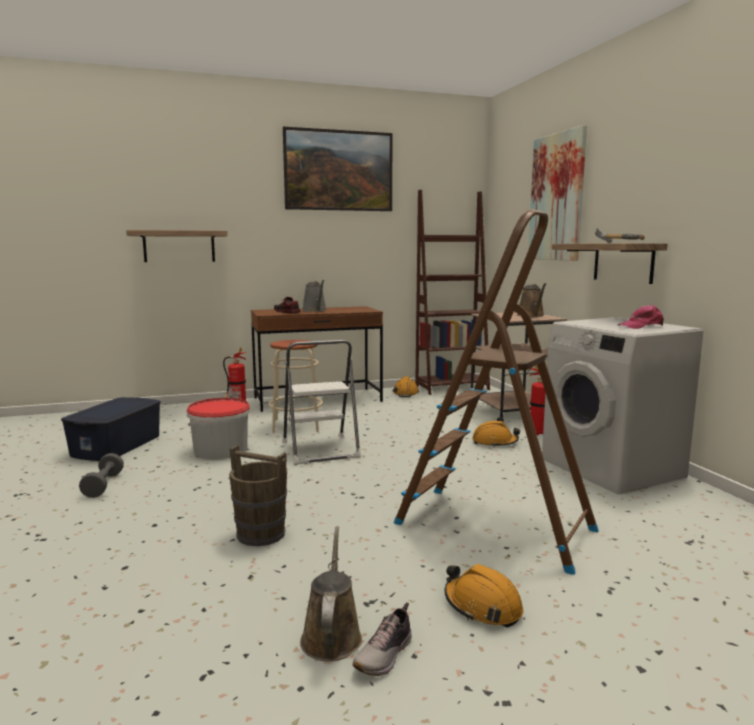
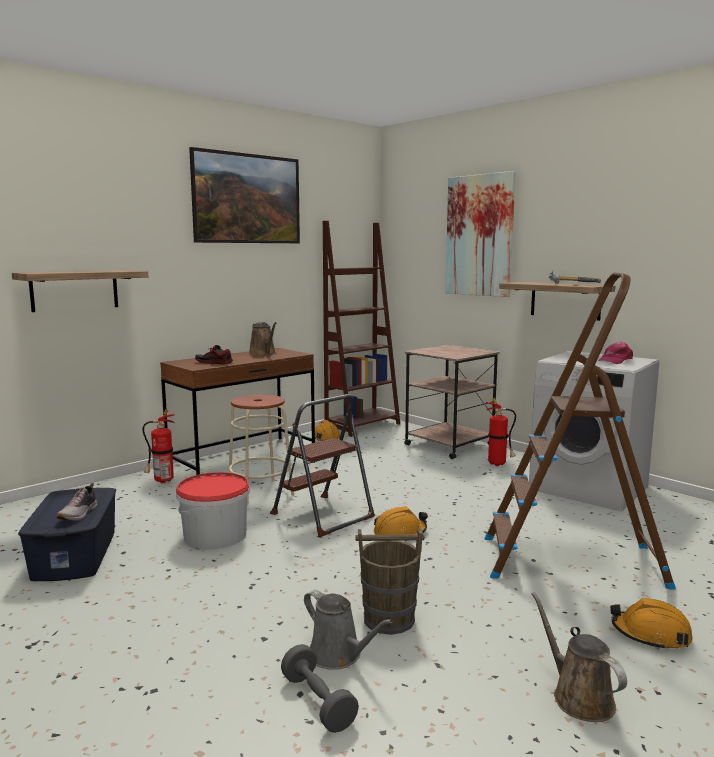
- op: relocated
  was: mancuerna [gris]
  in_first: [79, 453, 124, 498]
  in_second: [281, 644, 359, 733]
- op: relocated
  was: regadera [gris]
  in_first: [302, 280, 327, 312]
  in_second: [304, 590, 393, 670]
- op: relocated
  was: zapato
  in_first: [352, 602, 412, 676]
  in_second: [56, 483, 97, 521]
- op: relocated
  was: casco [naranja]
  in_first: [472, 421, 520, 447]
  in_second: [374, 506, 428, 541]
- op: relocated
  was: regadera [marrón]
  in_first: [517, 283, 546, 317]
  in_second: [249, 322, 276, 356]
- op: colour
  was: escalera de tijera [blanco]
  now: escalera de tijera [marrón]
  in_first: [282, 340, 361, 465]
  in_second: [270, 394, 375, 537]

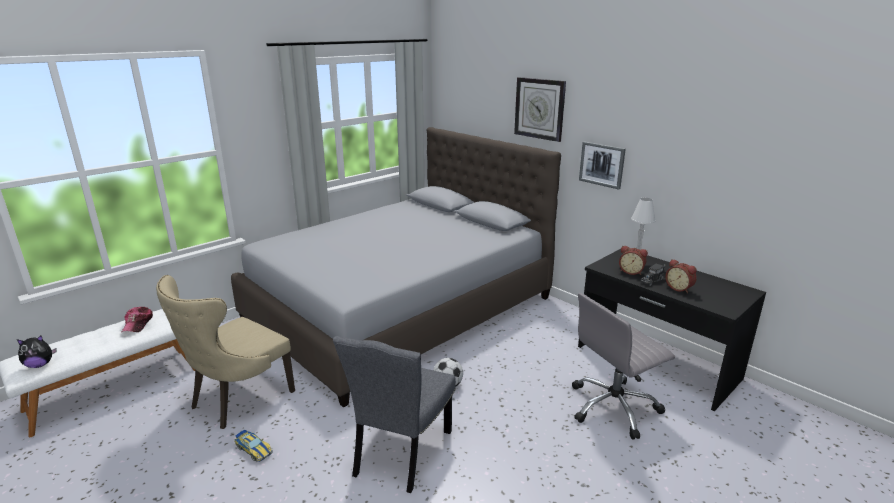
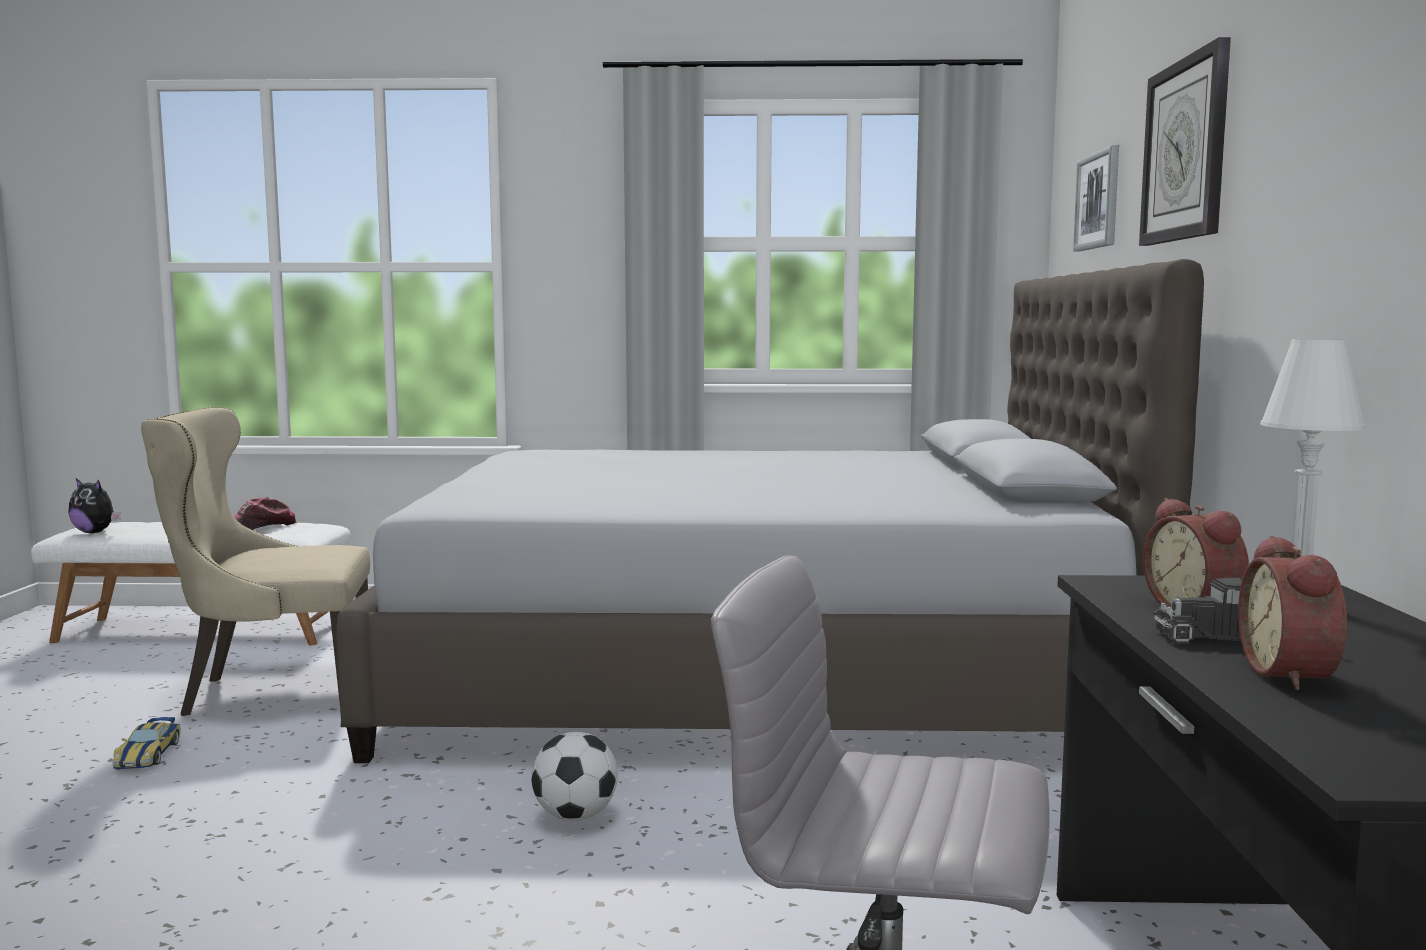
- op: missing
  was: silla [gris]
  in_first: [333, 336, 456, 493]
- op: relocated
  was: cuadro
  in_first: [579, 141, 626, 190]
  in_second: [1073, 145, 1119, 251]

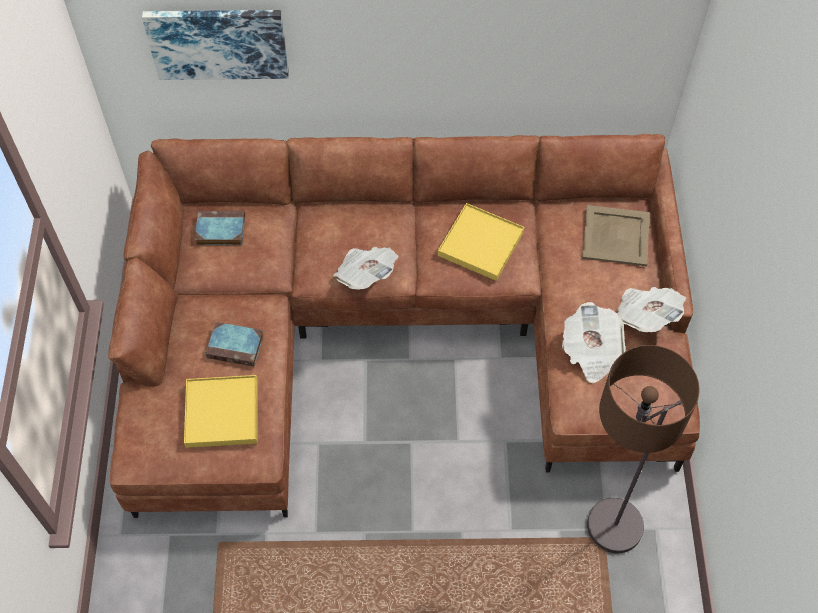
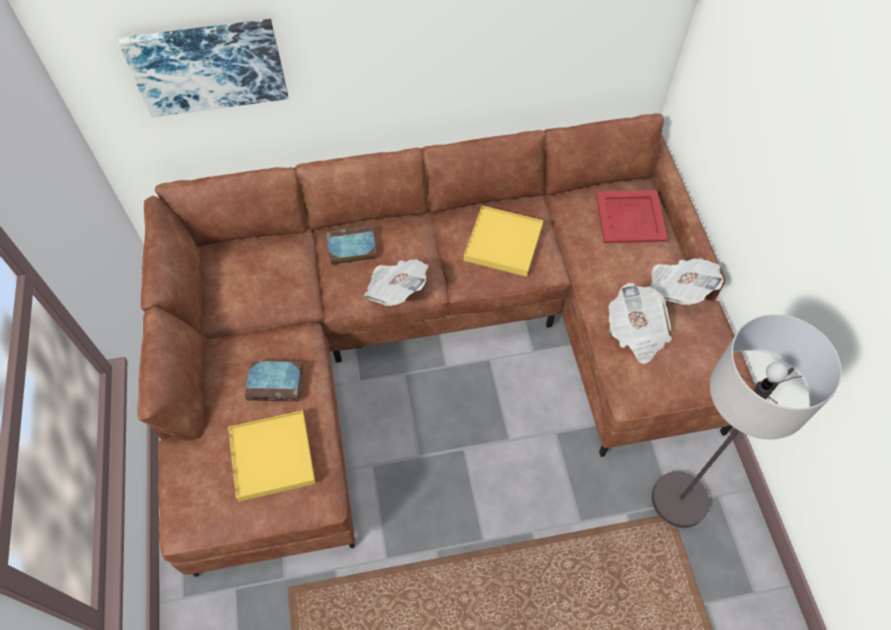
- op: relocated
  was: libro
  in_first: [195, 211, 245, 245]
  in_second: [326, 225, 377, 265]
- op: colour
  was: bandeja [beis]
  now: bandeja [rojo]
  in_first: [582, 205, 650, 266]
  in_second: [596, 190, 668, 243]
- op: colour
  was: lámpara de pie [marrón]
  now: lámpara de pie [gris]
  in_first: [587, 345, 699, 553]
  in_second: [652, 314, 841, 528]

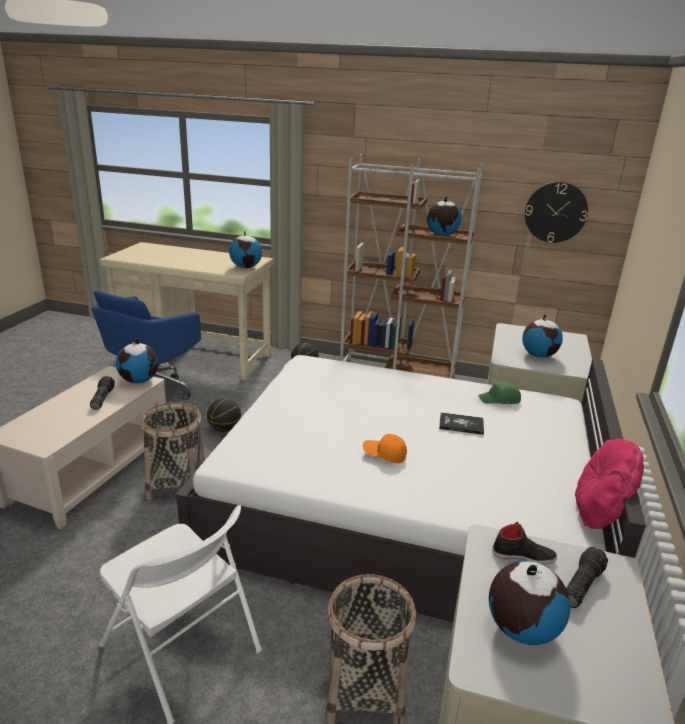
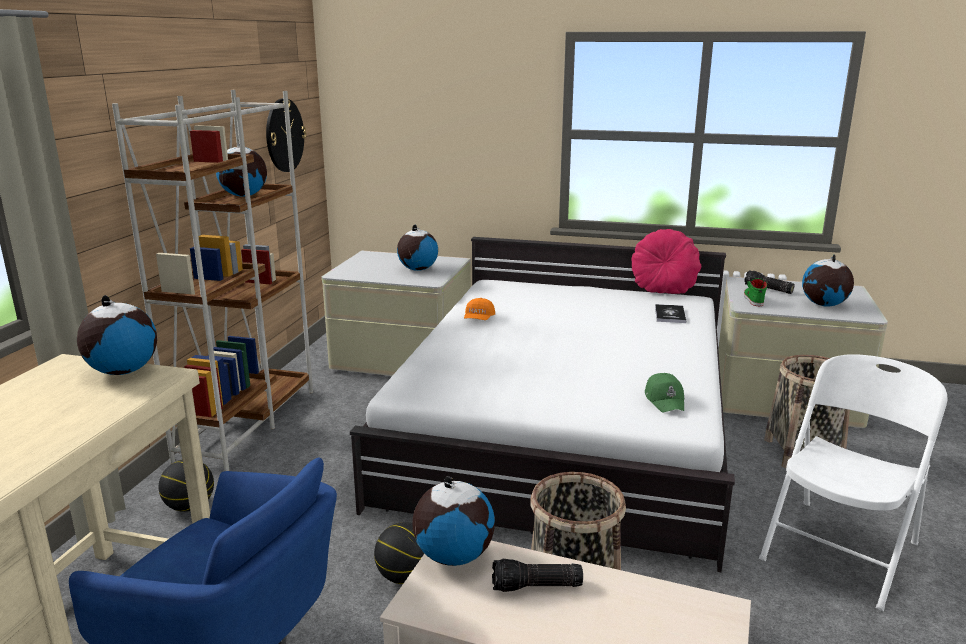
- op: relocated
  was: gorra [naranja]
  in_first: [363, 434, 407, 463]
  in_second: [464, 298, 495, 320]
- op: relocated
  was: libro
  in_first: [439, 412, 484, 435]
  in_second: [655, 304, 686, 323]
- op: relocated
  was: gorra [verde]
  in_first: [478, 382, 521, 404]
  in_second: [645, 373, 684, 413]
- op: colour
  was: zapato [negro]
  now: zapato [verde]
  in_first: [492, 522, 557, 564]
  in_second: [744, 278, 768, 306]

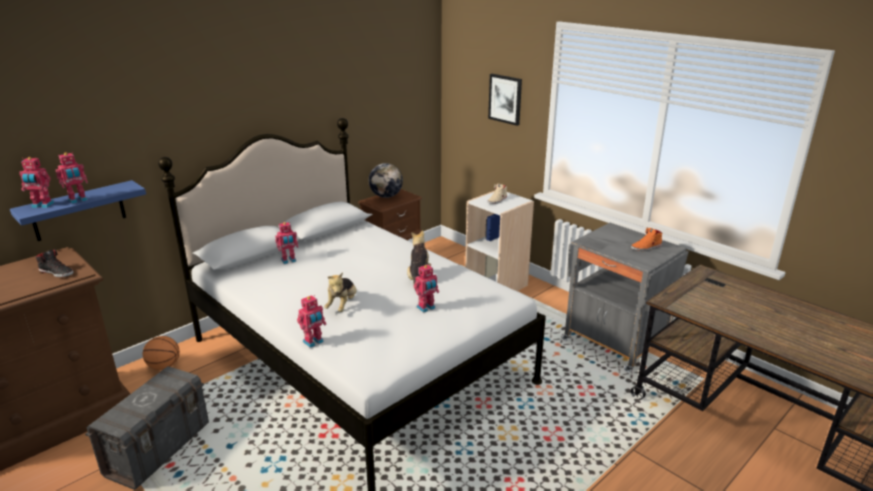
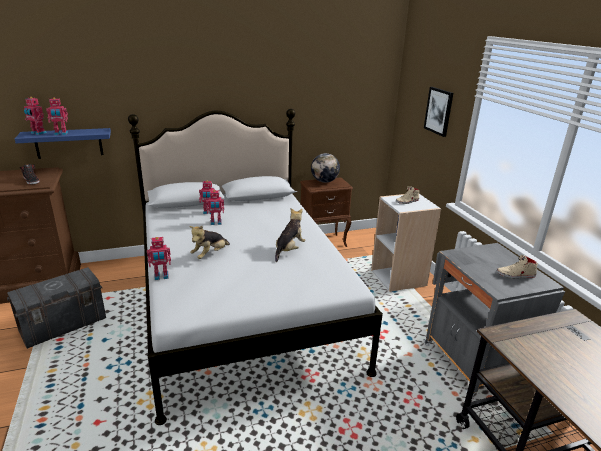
- op: missing
  was: balón de baloncesto
  in_first: [143, 336, 180, 370]
- op: relocated
  was: robot de juguete
  in_first: [414, 264, 439, 313]
  in_second: [206, 190, 224, 225]
- op: colour
  was: zapato [naranja]
  now: zapato [beis]
  in_first: [631, 228, 662, 251]
  in_second: [496, 255, 538, 279]

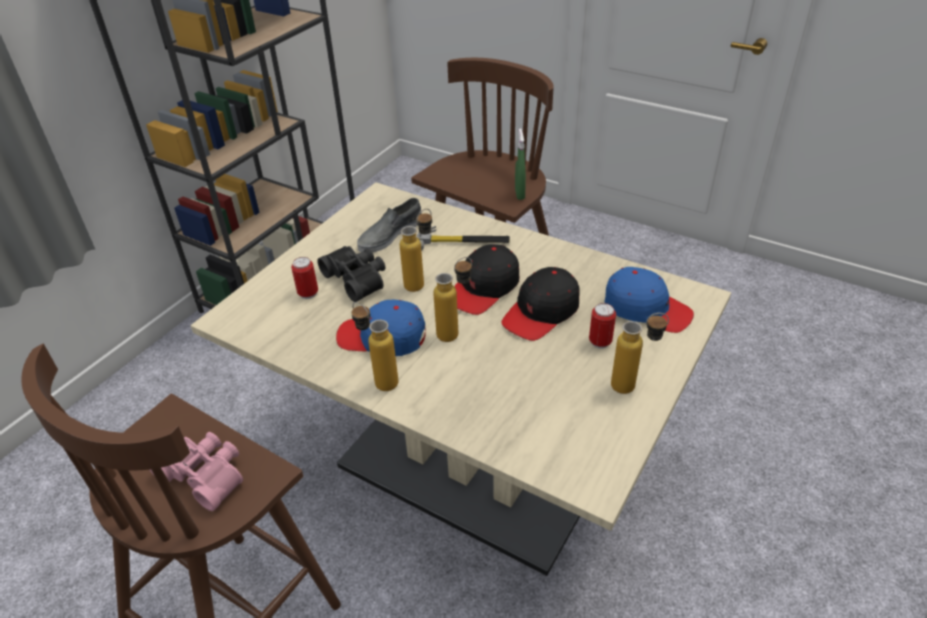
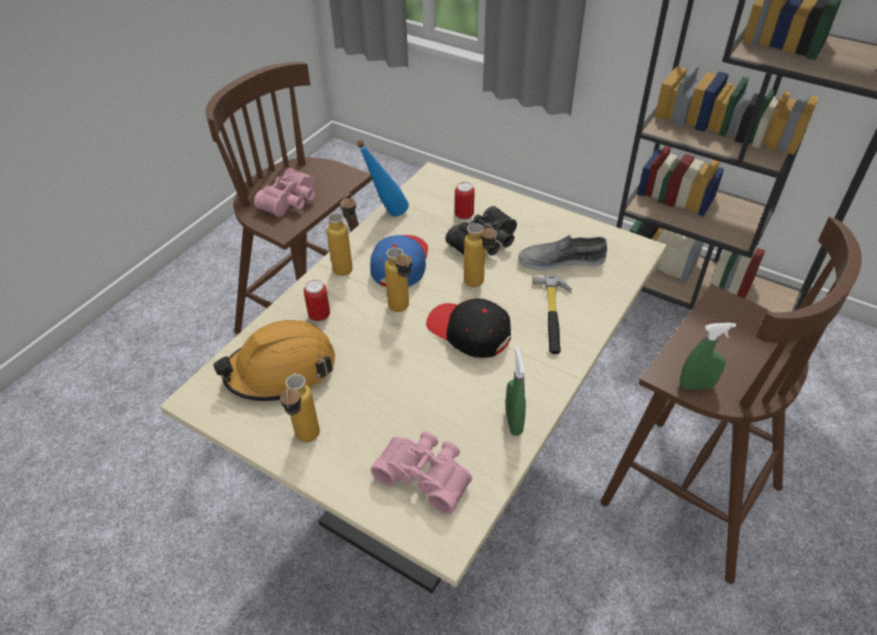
- op: missing
  was: gorra [negro]
  in_first: [501, 267, 580, 341]
- op: appeared
  now: casco [naranja]
  in_second: [213, 320, 335, 401]
- op: appeared
  now: botella [azul]
  in_second: [356, 140, 409, 216]
- op: appeared
  now: pulverizador [verde]
  in_second: [505, 346, 526, 436]
- op: relocated
  was: lata
  in_first: [589, 303, 616, 349]
  in_second: [304, 280, 330, 323]
- op: exchanged
  was: gorra [azul]
  now: prismáticos [rosa]
  in_first: [605, 267, 694, 333]
  in_second: [371, 431, 472, 514]
- op: spun
  was: zapato [gris]
  in_first: [357, 198, 422, 253]
  in_second: [518, 235, 607, 270]
  clockwise: -45

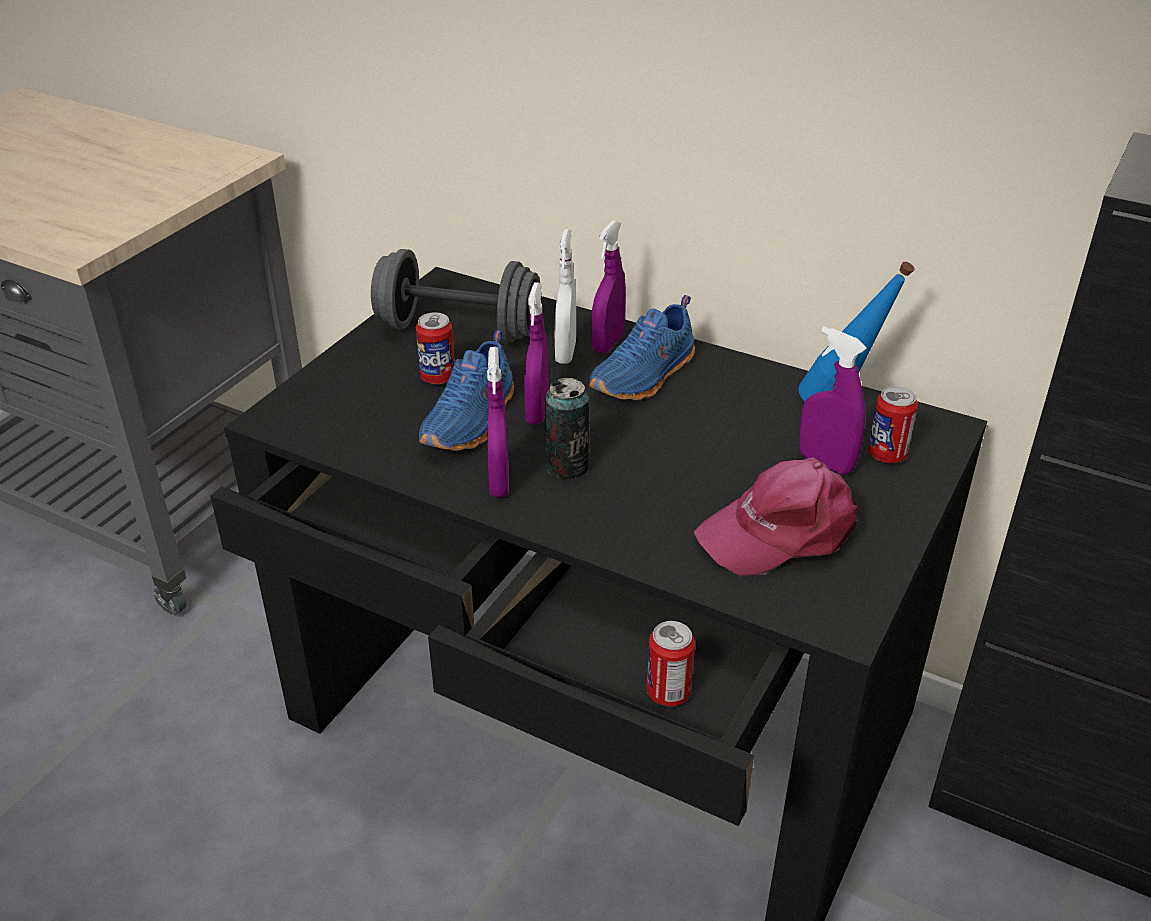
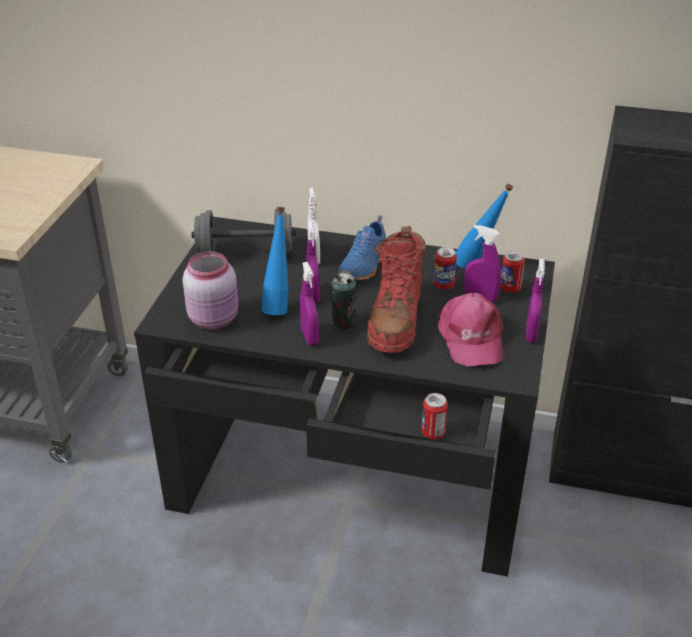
- op: appeared
  now: tarro [rosa]
  in_second: [182, 252, 239, 329]
- op: appeared
  now: bota [rojo]
  in_second: [367, 226, 426, 353]
- op: relocated
  was: lata
  in_first: [416, 312, 455, 384]
  in_second: [433, 247, 457, 289]
- op: relocated
  was: pulverizador [morado]
  in_first: [591, 220, 626, 353]
  in_second: [526, 259, 545, 342]
- op: exchanged
  was: zapato [azul]
  now: botella [azul]
  in_first: [419, 330, 514, 451]
  in_second: [262, 207, 289, 315]
- op: spun
  was: gorra [rosa]
  in_first: [694, 457, 858, 576]
  in_second: [438, 293, 504, 367]
  clockwise: -60

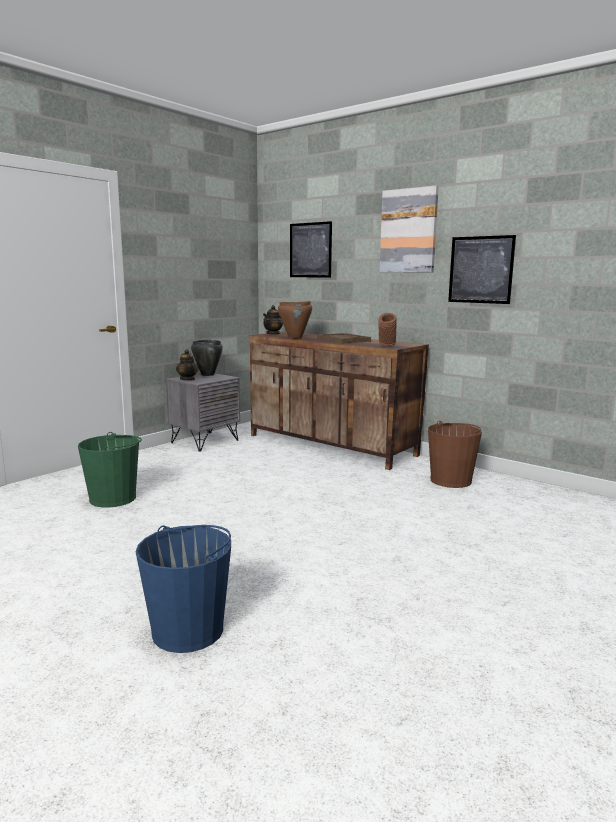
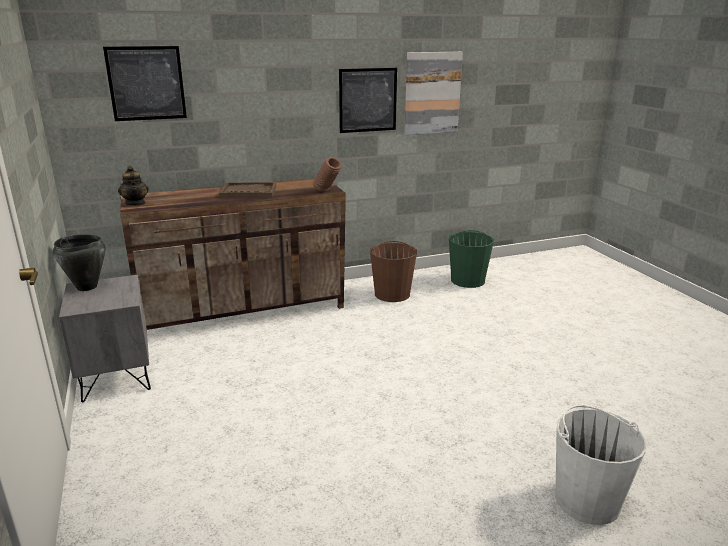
- op: missing
  was: tetera
  in_first: [176, 349, 199, 380]
- op: missing
  was: olla [marrón]
  in_first: [278, 301, 312, 339]
- op: relocated
  was: cubo [verde]
  in_first: [78, 432, 142, 508]
  in_second: [449, 230, 494, 288]
- op: relocated
  was: cuadro
  in_first: [379, 186, 439, 272]
  in_second: [405, 52, 463, 135]
- op: colour
  was: cubo [azul]
  now: cubo [blanco]
  in_first: [136, 525, 231, 653]
  in_second: [555, 405, 647, 525]

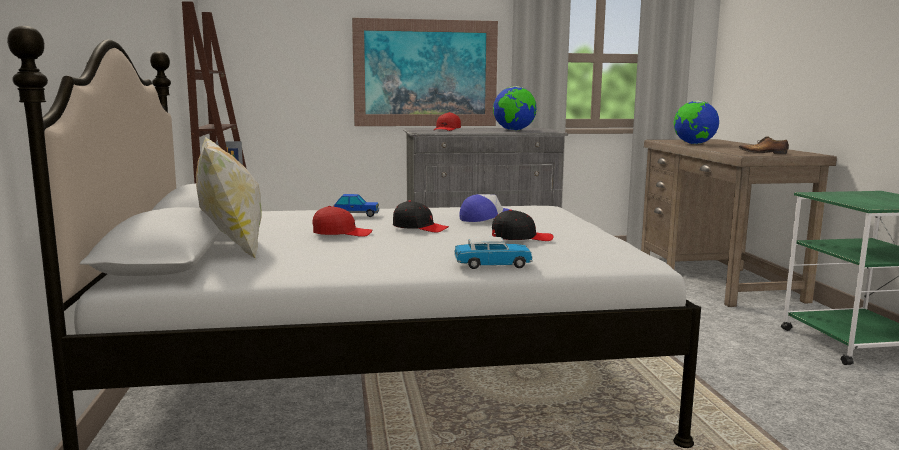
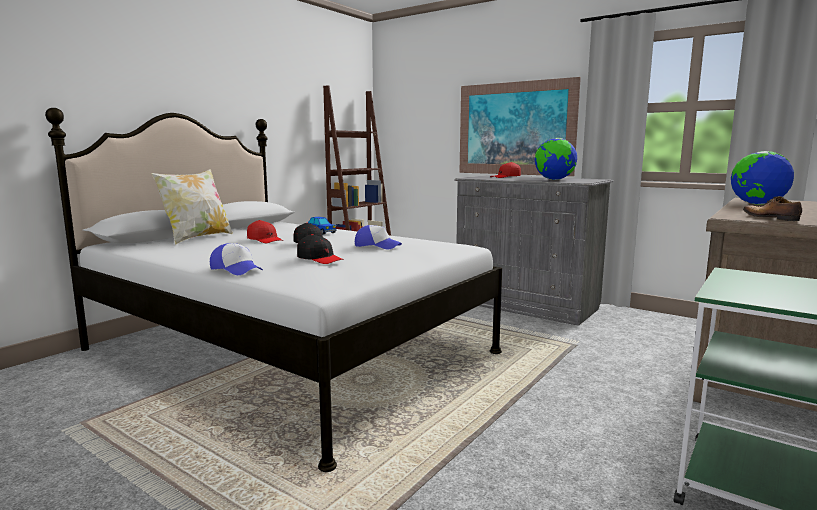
- op: exchanged
  was: coche de juguete
  now: gorra
  in_first: [454, 237, 533, 269]
  in_second: [210, 243, 263, 275]

